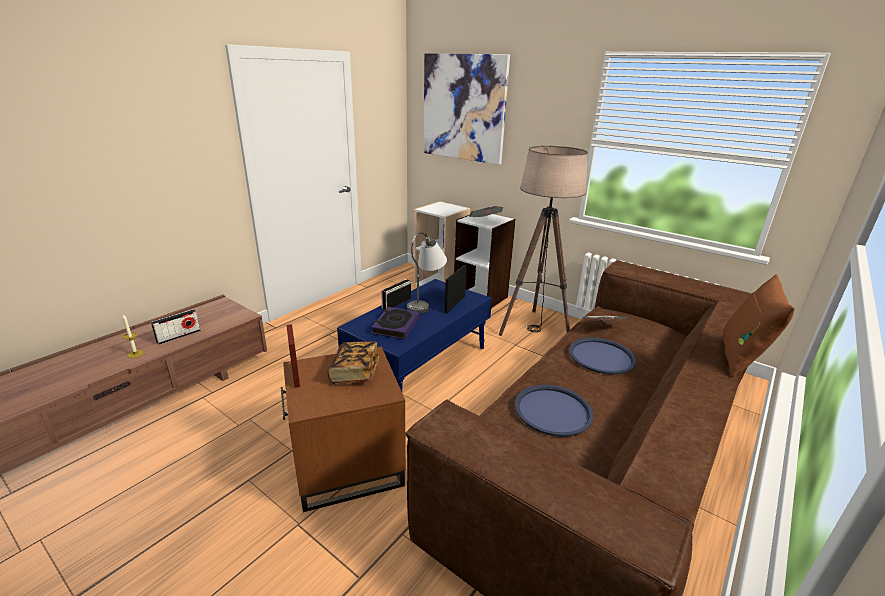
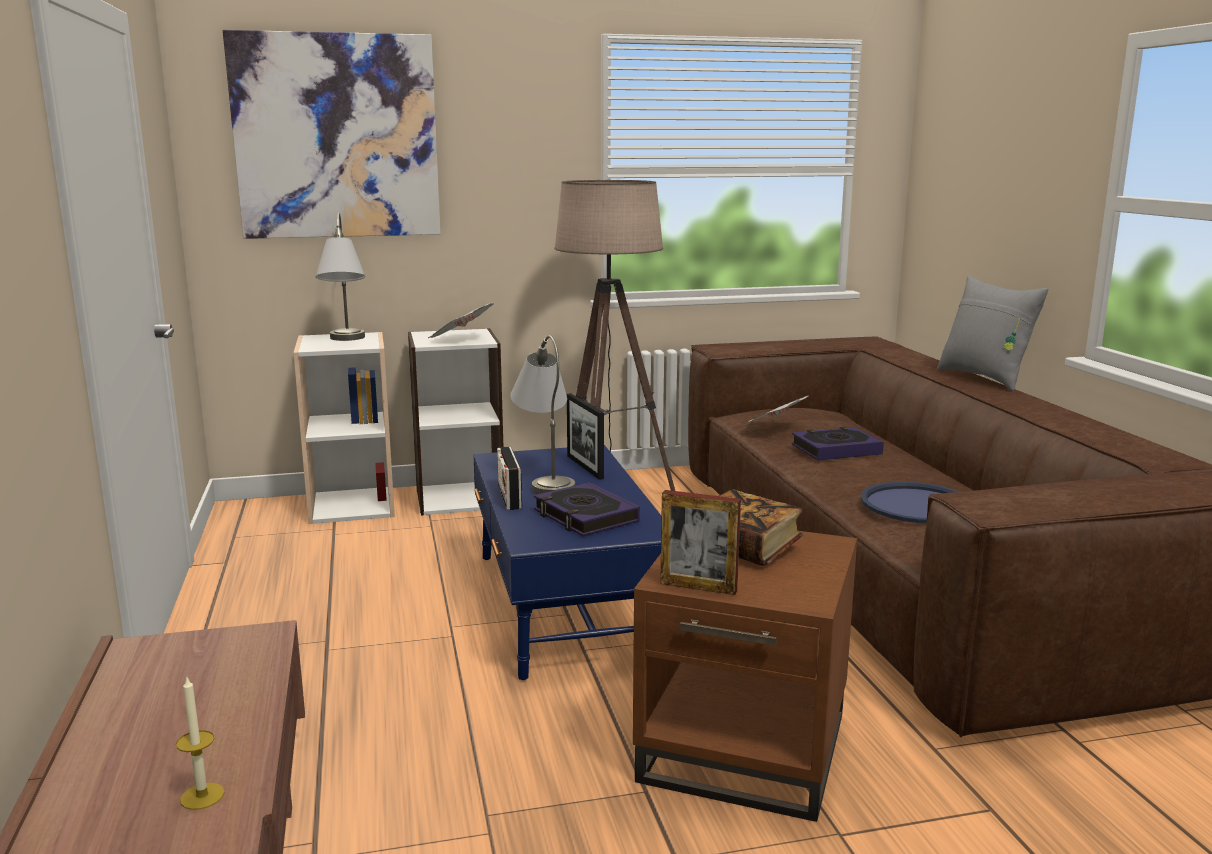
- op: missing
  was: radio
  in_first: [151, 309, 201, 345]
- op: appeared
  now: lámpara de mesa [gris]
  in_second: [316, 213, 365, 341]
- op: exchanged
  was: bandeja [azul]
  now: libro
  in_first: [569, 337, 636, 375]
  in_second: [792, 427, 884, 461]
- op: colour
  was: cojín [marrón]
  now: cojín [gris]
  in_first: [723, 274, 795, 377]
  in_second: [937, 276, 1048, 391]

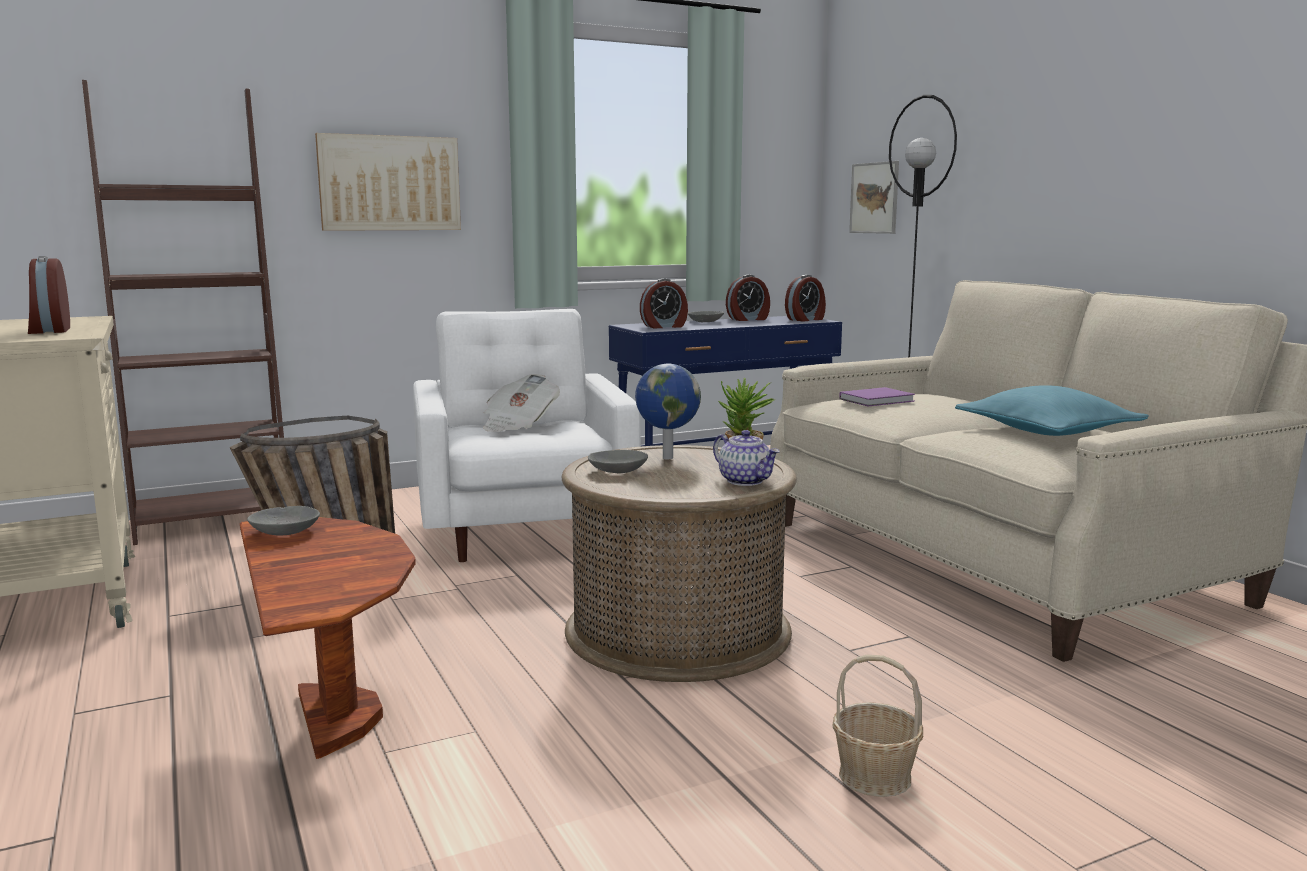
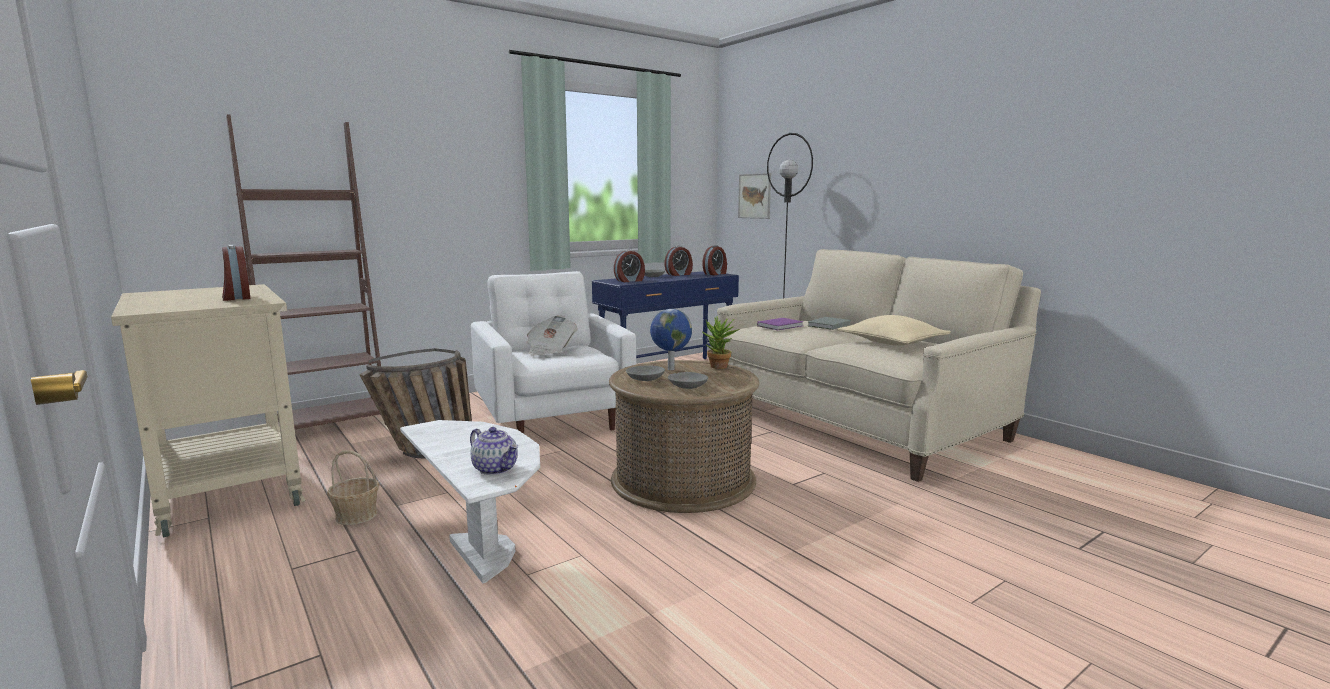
- op: missing
  was: cuadro
  in_first: [315, 133, 461, 231]
- op: appeared
  now: libro [gris]
  in_second: [808, 317, 850, 330]
- op: relocated
  was: cuenco [gris]
  in_first: [247, 506, 320, 535]
  in_second: [668, 372, 708, 389]
- op: relocated
  was: tetera
  in_first: [713, 430, 780, 486]
  in_second: [470, 427, 518, 475]
- op: relocated
  was: cesta
  in_first: [832, 655, 923, 797]
  in_second: [327, 450, 379, 525]
- op: colour
  was: mesa auxiliar [marrón]
  now: mesa auxiliar [blanco]
  in_first: [240, 517, 416, 759]
  in_second: [400, 420, 540, 583]
- op: colour
  was: cojín [turquesa]
  now: cojín [beis]
  in_first: [955, 385, 1149, 436]
  in_second: [838, 315, 951, 346]

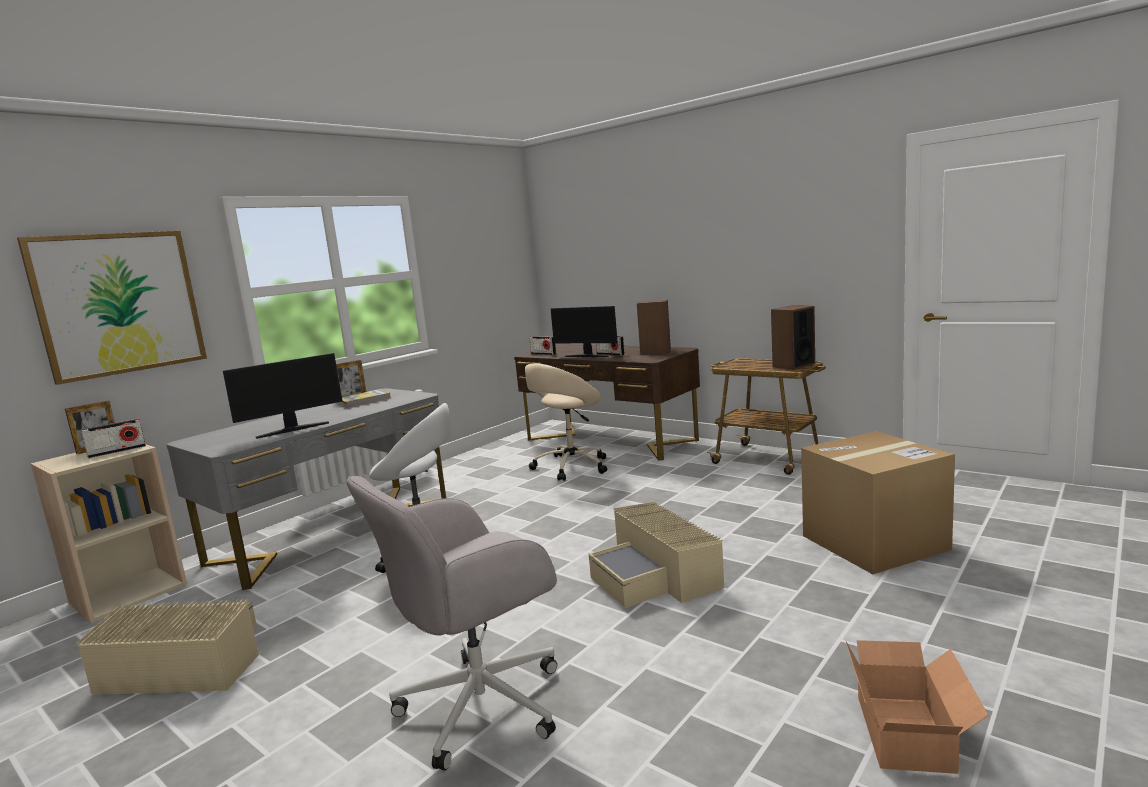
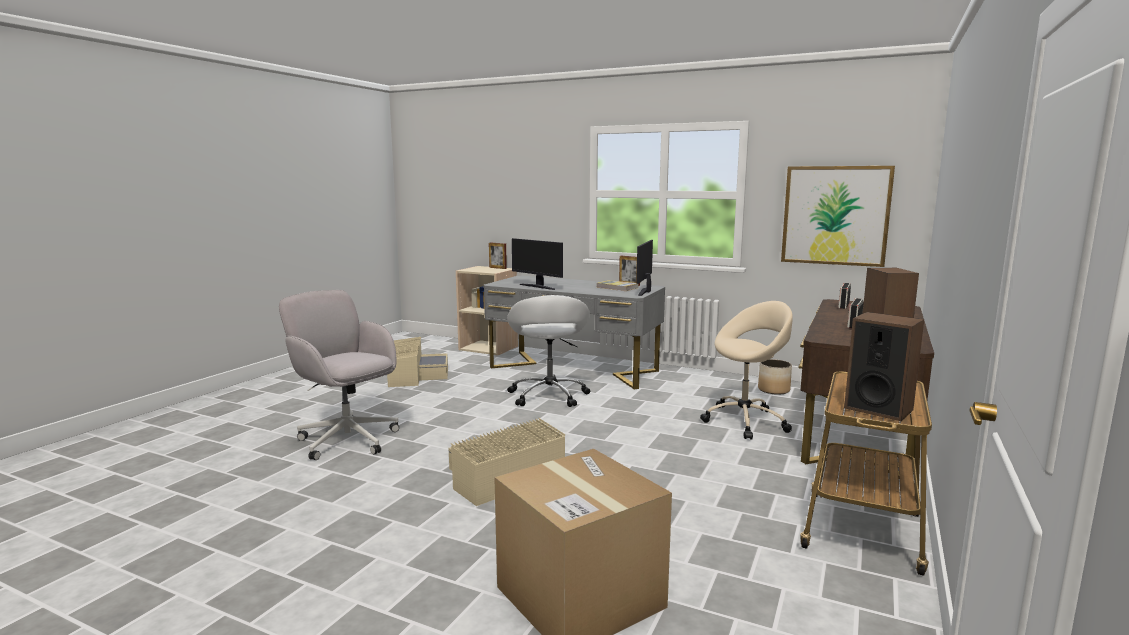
- op: missing
  was: radio
  in_first: [81, 419, 146, 458]
- op: missing
  was: caja de cartón
  in_first: [845, 640, 989, 774]
- op: appeared
  now: maceta
  in_second: [758, 359, 792, 395]
- op: relocated
  was: cuadro
  in_first: [17, 231, 207, 385]
  in_second: [781, 166, 895, 267]
- op: relocated
  was: monitor
  in_first: [551, 306, 618, 357]
  in_second: [636, 240, 653, 296]
- op: spun
  was: silla de oficina [beis]
  in_first: [525, 363, 607, 481]
  in_second: [700, 301, 793, 440]
  clockwise: 135

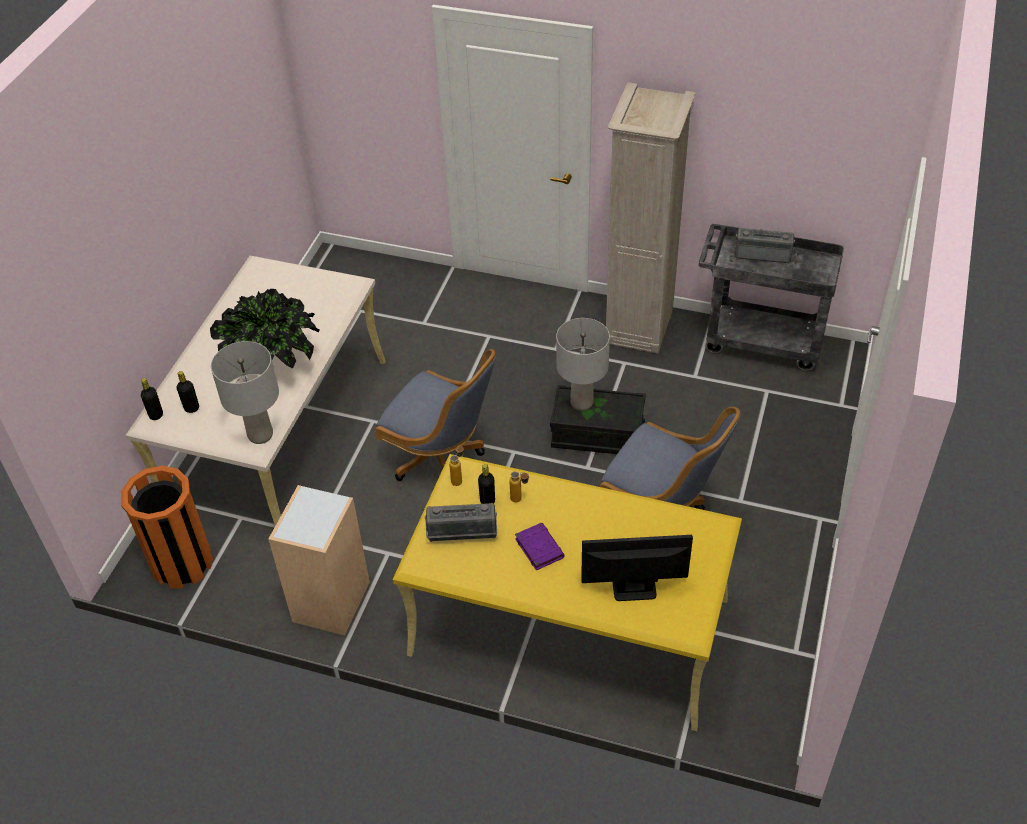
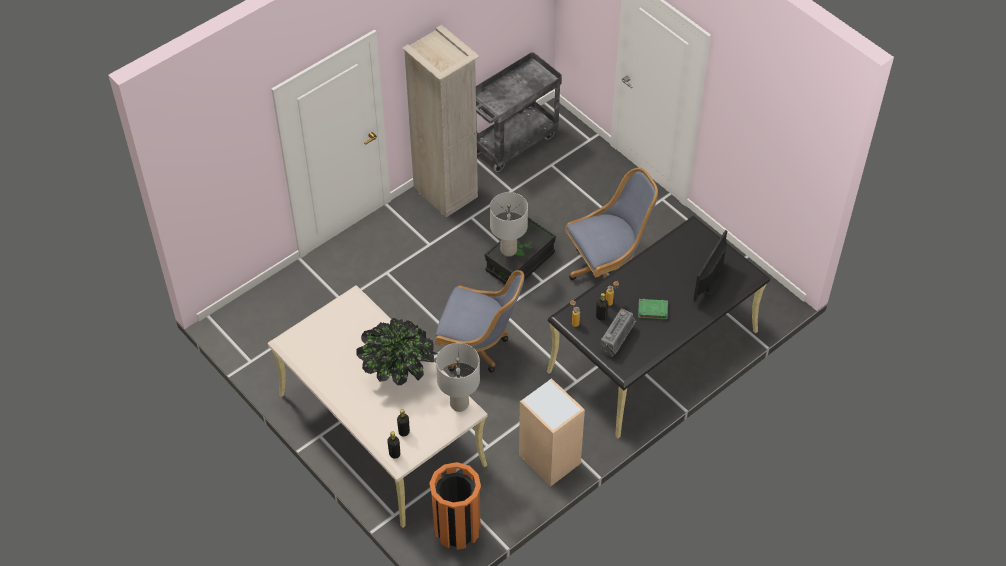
- op: missing
  was: radio
  in_first: [735, 228, 795, 263]
- op: colour
  was: escritorio [amarillo]
  now: escritorio [negro]
  in_first: [393, 454, 742, 731]
  in_second: [547, 216, 770, 438]
- op: colour
  was: libro [morado]
  now: libro [verde]
  in_first: [515, 523, 565, 570]
  in_second: [638, 299, 668, 319]
- op: spun
  was: silla de oficina [azul]
  in_first: [375, 349, 496, 481]
  in_second: [435, 270, 524, 372]
  clockwise: 45

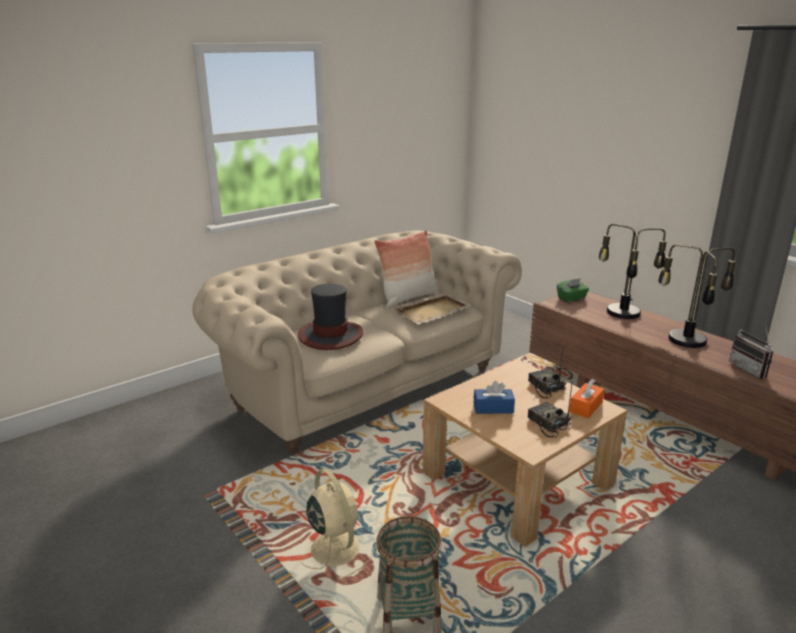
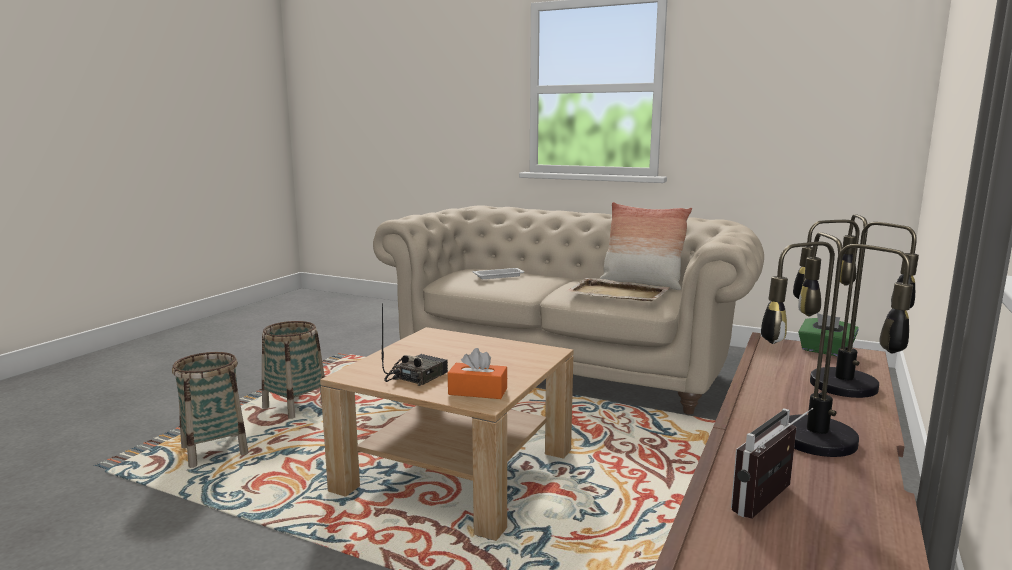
- op: missing
  was: caja de pañuelos [azul]
  in_first: [474, 381, 515, 414]
- op: missing
  was: radio
  in_first: [528, 350, 566, 399]
- op: exchanged
  was: sombrero
  now: bandeja [blanco]
  in_first: [298, 283, 364, 350]
  in_second: [473, 268, 524, 279]
- op: exchanged
  was: ventilador [beis]
  now: cesta
  in_first: [300, 469, 374, 581]
  in_second: [262, 321, 325, 419]

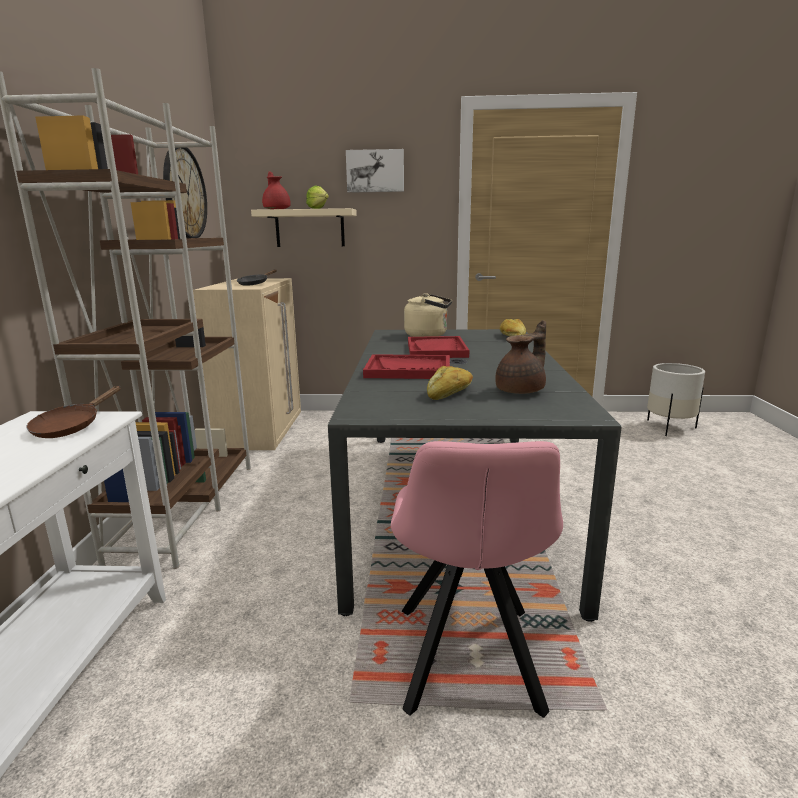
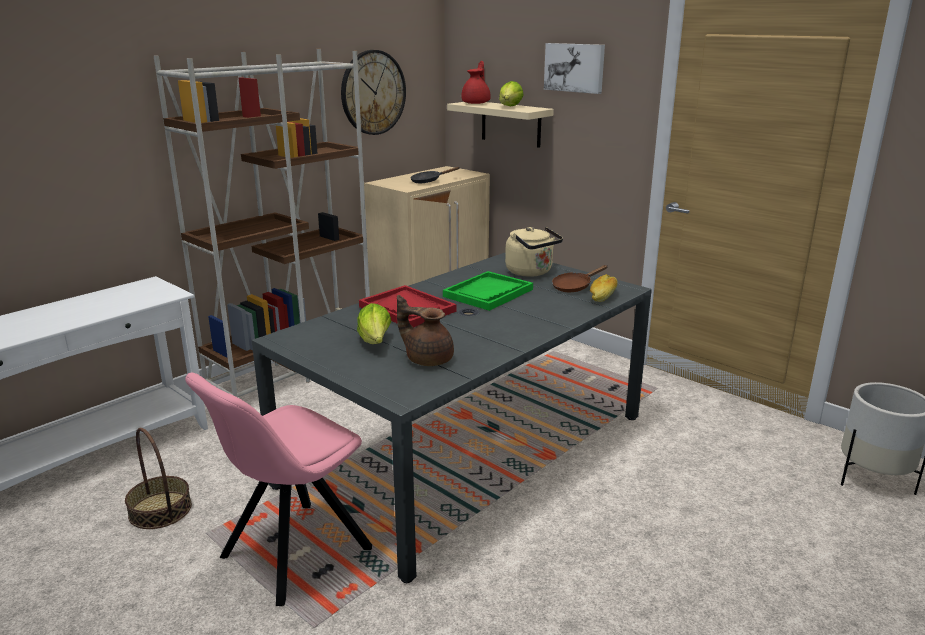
- op: appeared
  now: cesta
  in_second: [125, 428, 192, 529]
- op: relocated
  was: sartén [marrón]
  in_first: [26, 386, 121, 438]
  in_second: [552, 265, 607, 292]
- op: exchanged
  was: pan
  now: lechuga
  in_first: [427, 366, 473, 400]
  in_second: [357, 303, 392, 344]
- op: colour
  was: bandeja [rojo]
  now: bandeja [verde]
  in_first: [408, 336, 469, 358]
  in_second: [443, 271, 533, 311]
- op: spun
  was: tetera [marrón]
  in_first: [495, 320, 546, 394]
  in_second: [397, 295, 454, 366]
  clockwise: -150

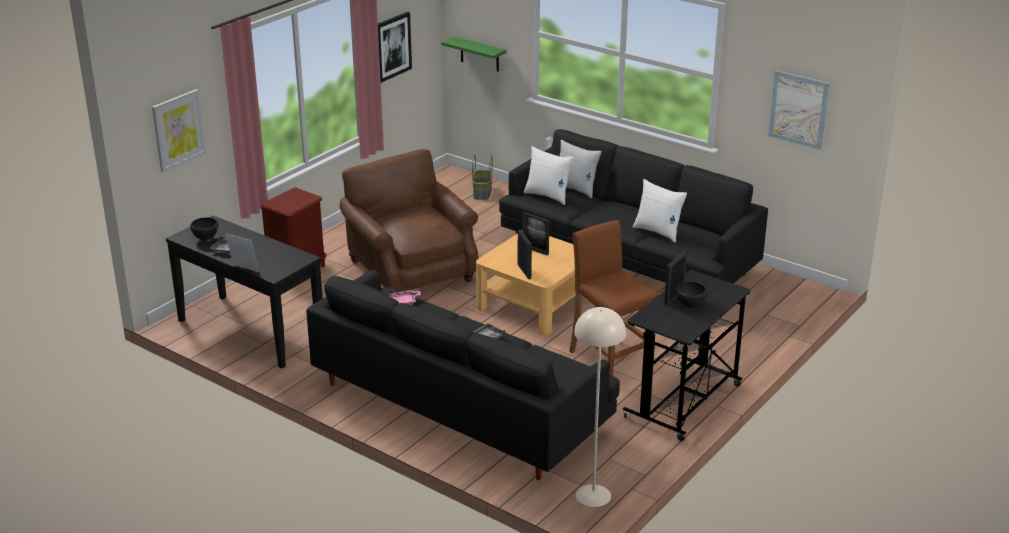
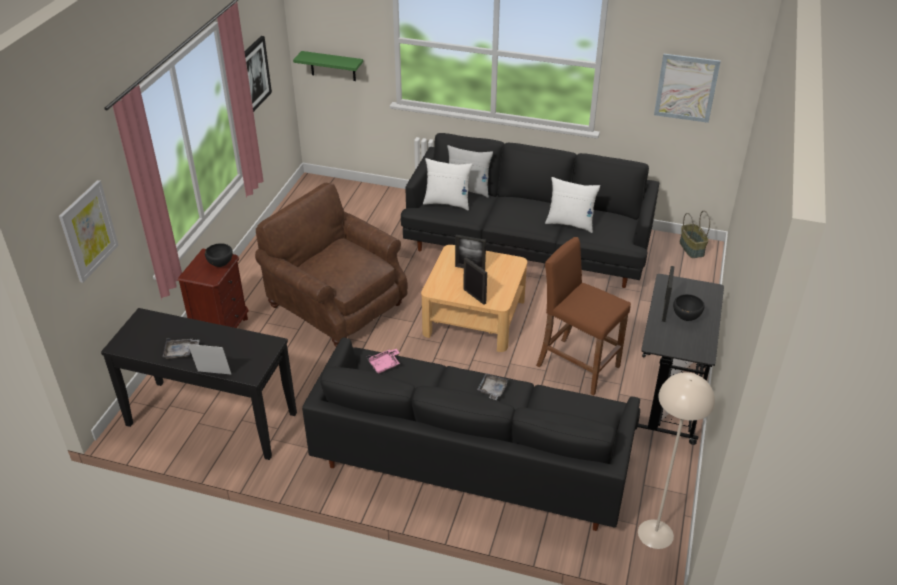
- op: relocated
  was: cuenco [negro]
  in_first: [190, 218, 218, 240]
  in_second: [205, 243, 233, 267]
- op: relocated
  was: cesta
  in_first: [472, 155, 493, 200]
  in_second: [680, 211, 710, 258]

